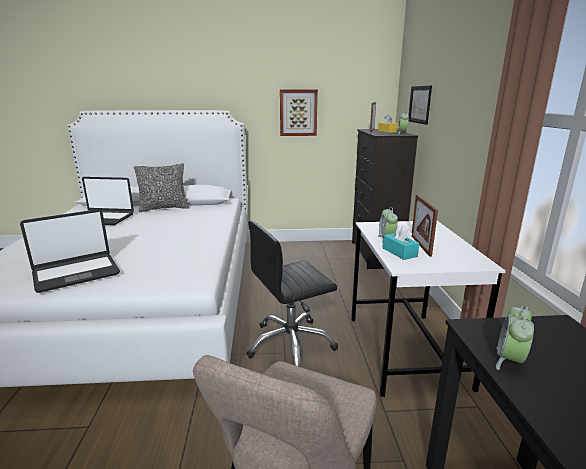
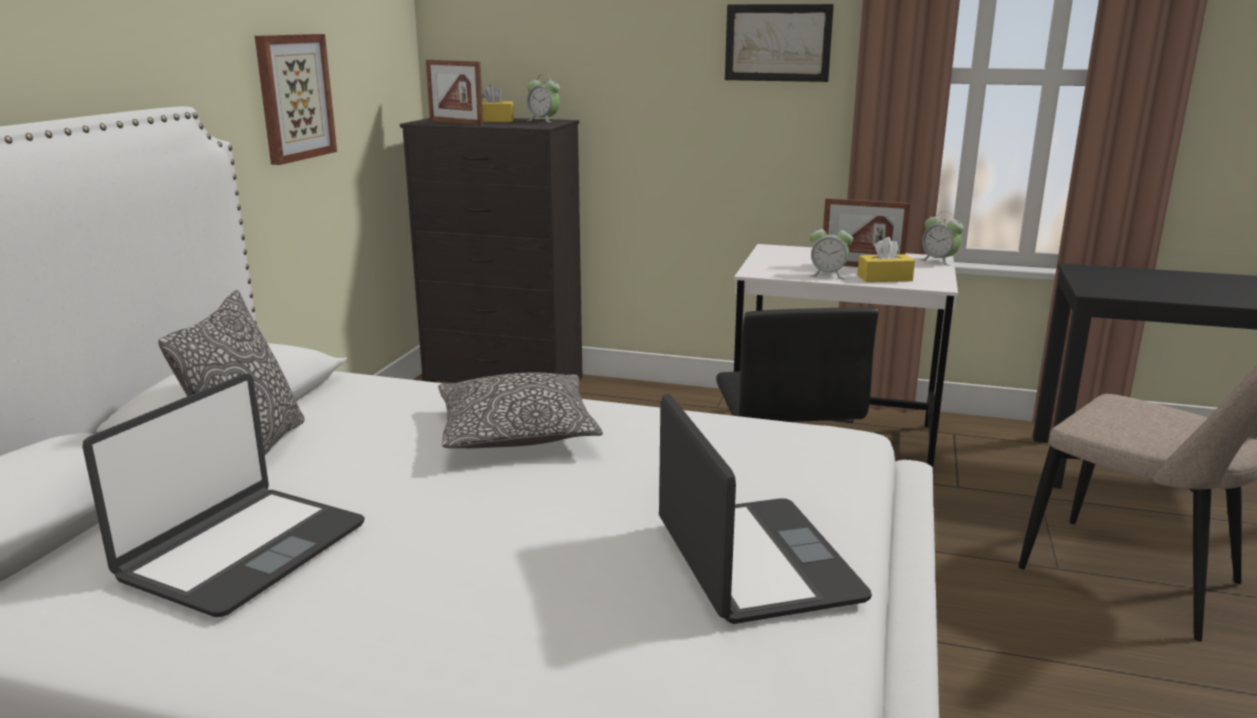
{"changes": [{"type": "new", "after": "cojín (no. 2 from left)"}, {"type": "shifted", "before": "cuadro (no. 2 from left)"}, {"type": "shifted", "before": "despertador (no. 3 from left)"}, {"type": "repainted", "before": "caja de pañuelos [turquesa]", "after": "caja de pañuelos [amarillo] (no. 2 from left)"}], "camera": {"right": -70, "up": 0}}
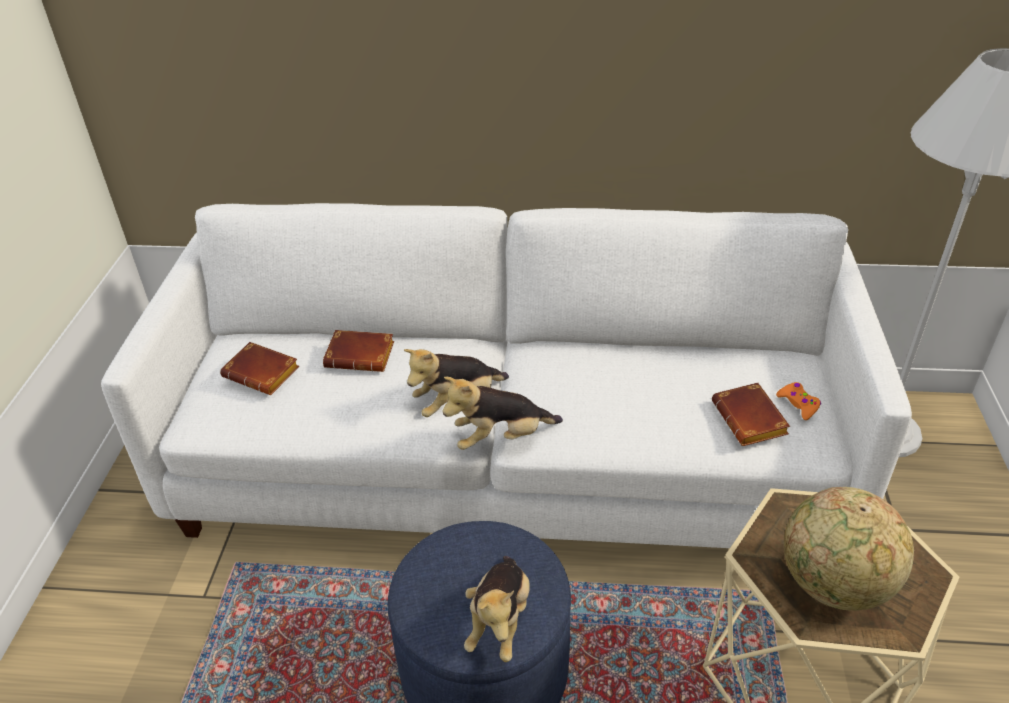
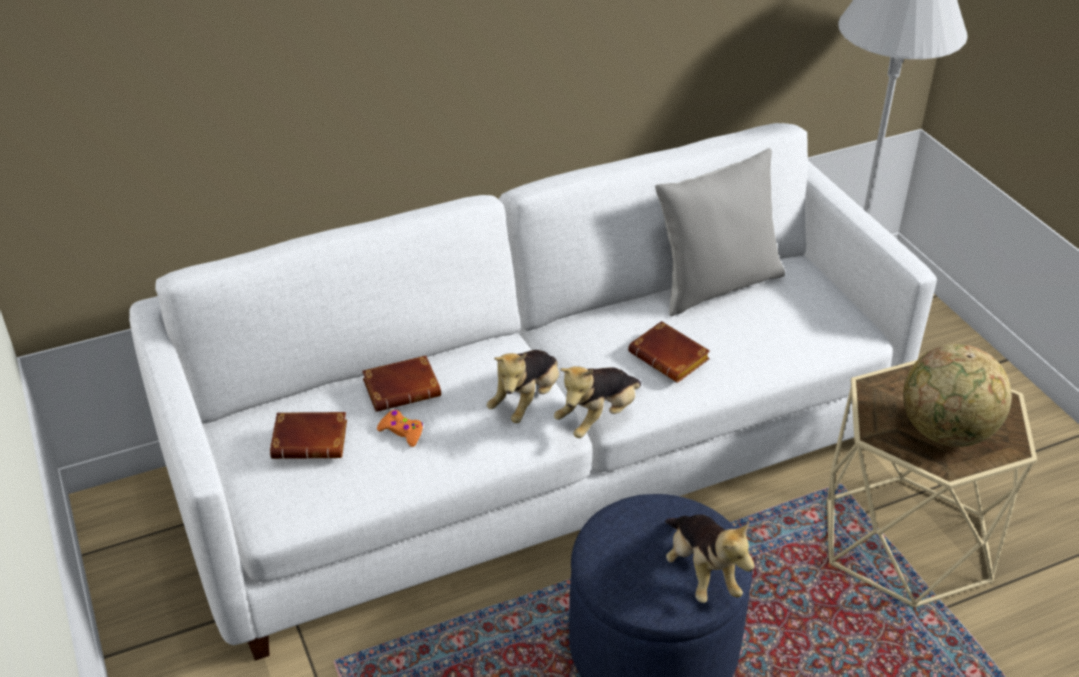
{"changes": [{"type": "new", "after": "cojín [gris]"}, {"type": "shifted", "before": "libro [marrón] (no. 3 from left)"}, {"type": "shifted", "before": "mando de consola [naranja]"}], "camera": {"right": -30, "up": 0}}
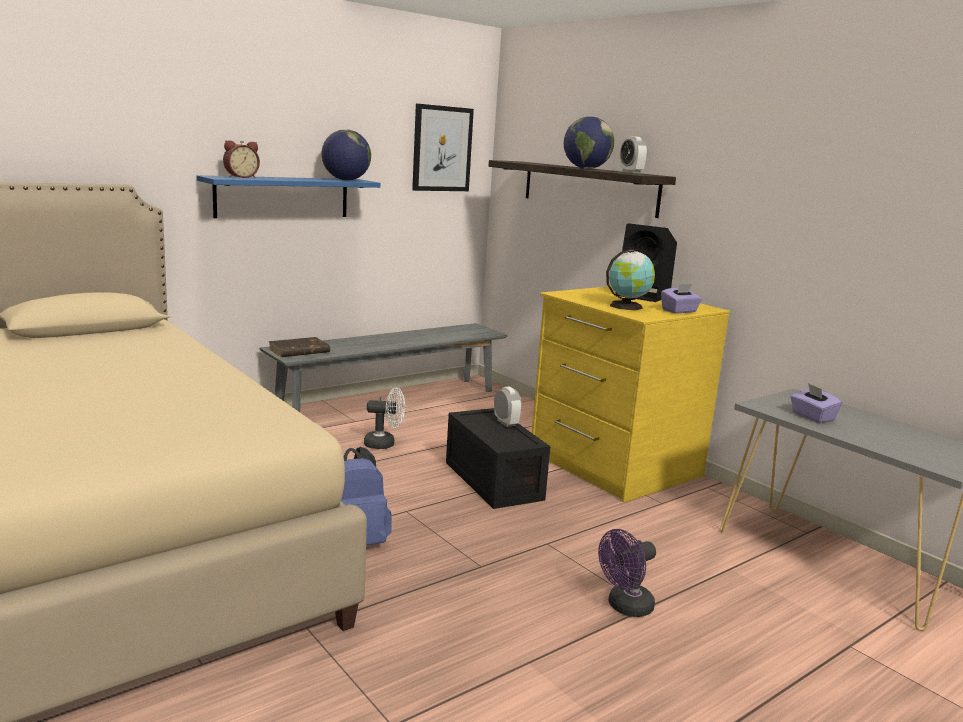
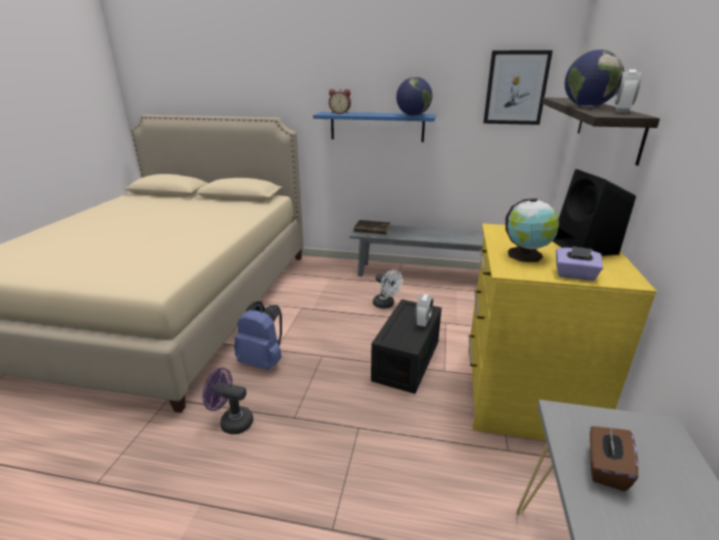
{"changes": [{"type": "shifted", "before": "ventilador [morado]"}, {"type": "repainted", "before": "caja de pañuelos [morado] (no. 2 from left)", "after": "caja de pañuelos [marrón]"}], "camera": {"right": 50, "up": 10}}
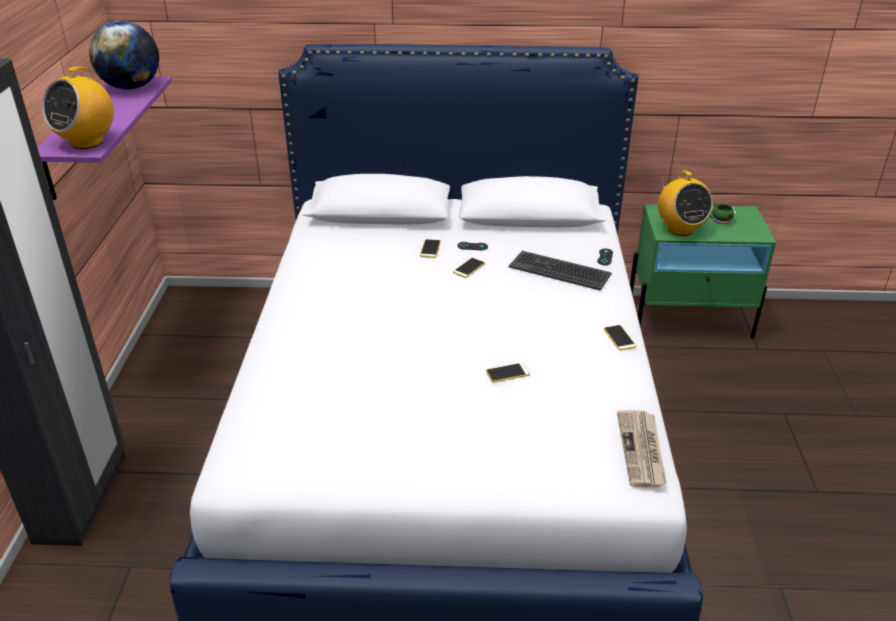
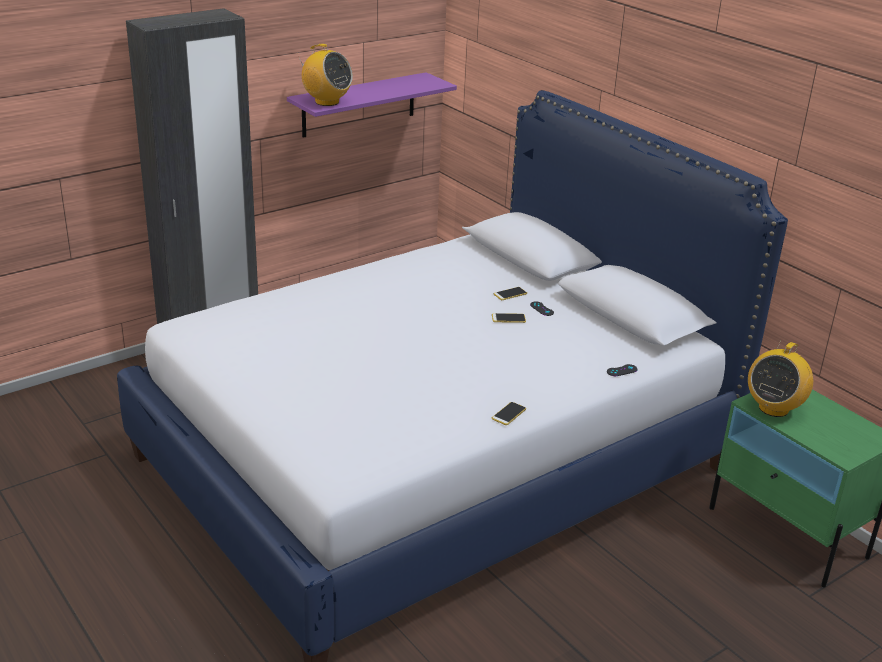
{"changes": [{"type": "gone", "before": "globo terráqueo"}, {"type": "gone", "before": "móvil (no. 3 from left)"}, {"type": "gone", "before": "teclado"}, {"type": "gone", "before": "periódico"}, {"type": "gone", "before": "taza grande [verde]"}, {"type": "rotated", "before": "radio (no. 1 from left)", "turn": -135}], "camera": {"right": 50, "up": -5}}
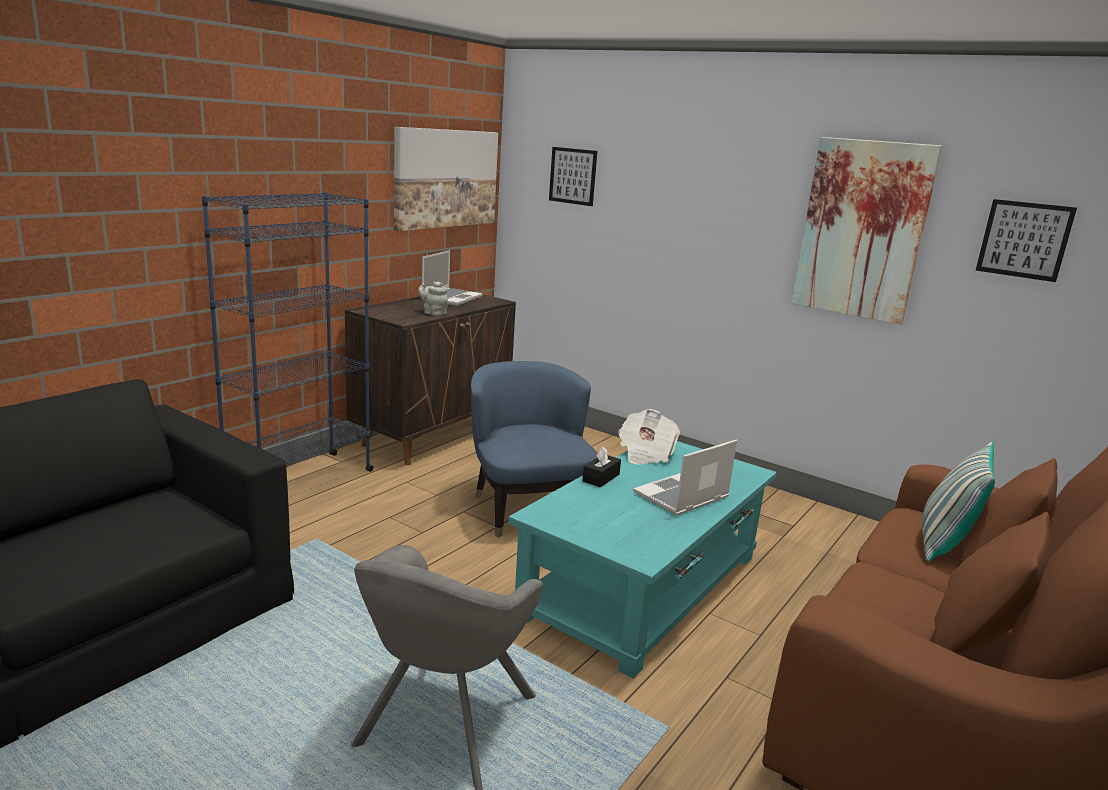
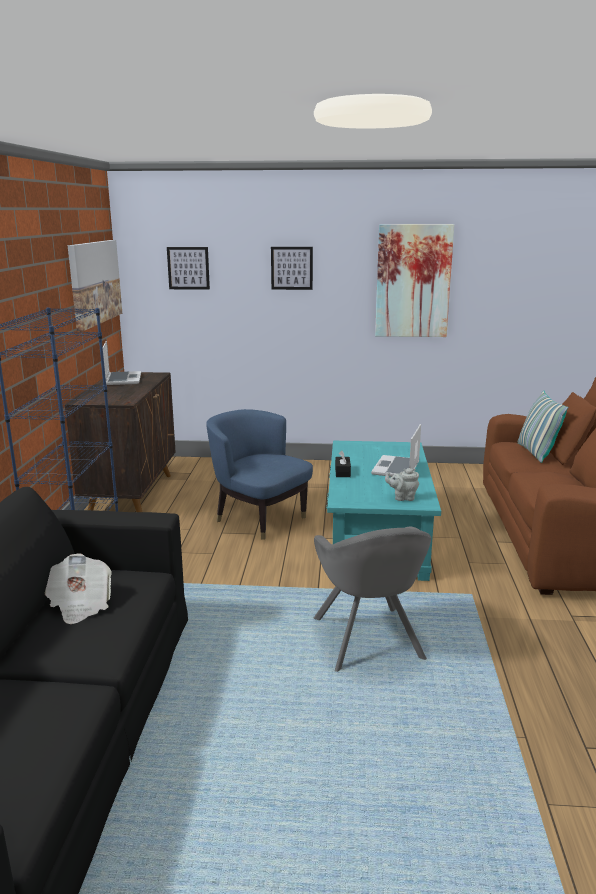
{"changes": [{"type": "shifted", "before": "tetera [gris]"}, {"type": "shifted", "before": "periódico"}, {"type": "shifted", "before": "cuadro (no. 4 from left in the first image)", "after": "cuadro (no. 3 from left)"}], "camera": {"right": -30, "up": 0}}
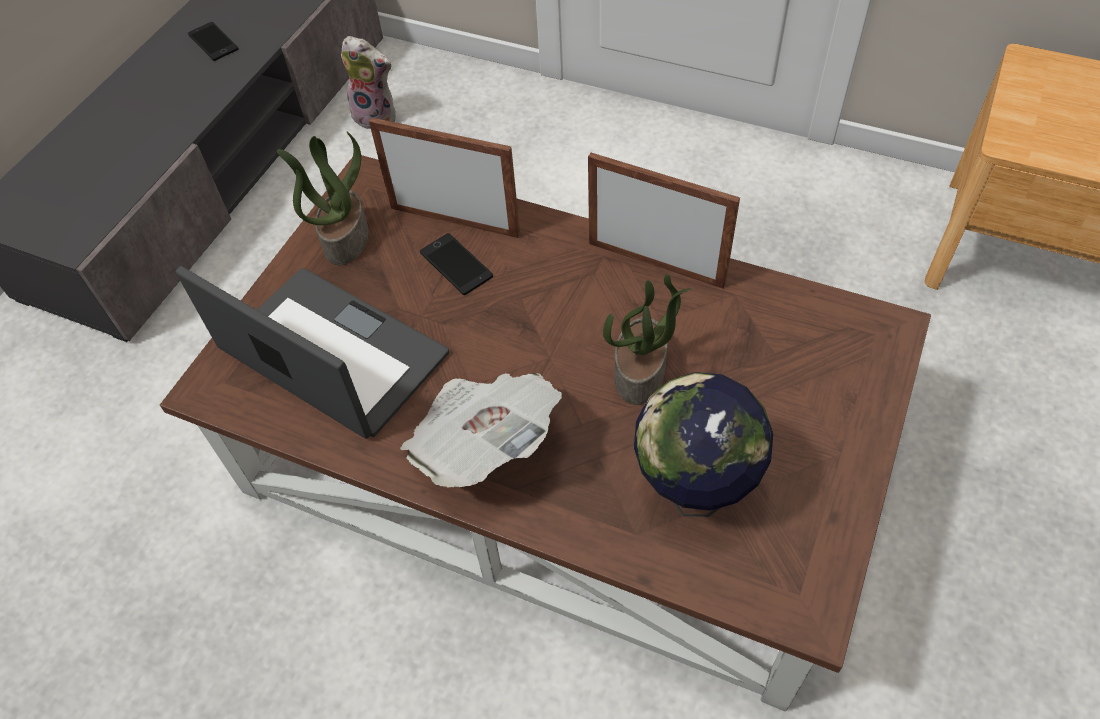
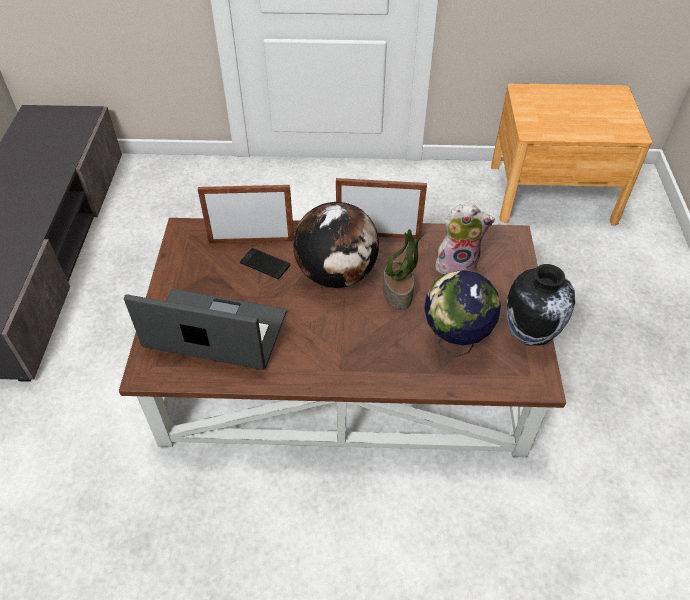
{"changes": [{"type": "gone", "before": "móvil (no. 1 from left)"}, {"type": "gone", "before": "planta en maceta (no. 1 from left)"}, {"type": "gone", "before": "periódico"}, {"type": "new", "after": "globo terráqueo (no. 1 from left)"}, {"type": "new", "after": "florero"}, {"type": "shifted", "before": "peluche"}], "camera": {"right": -25, "up": -5}}
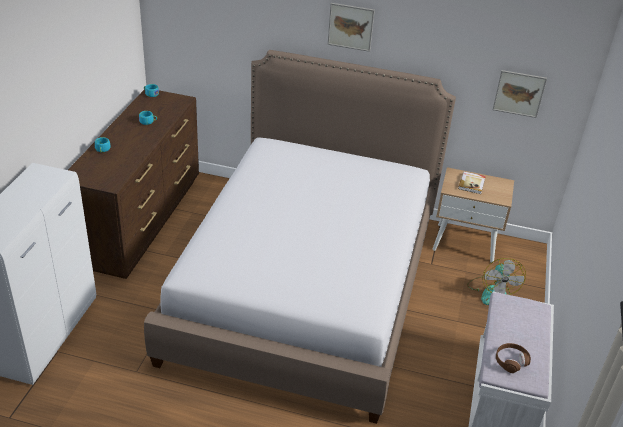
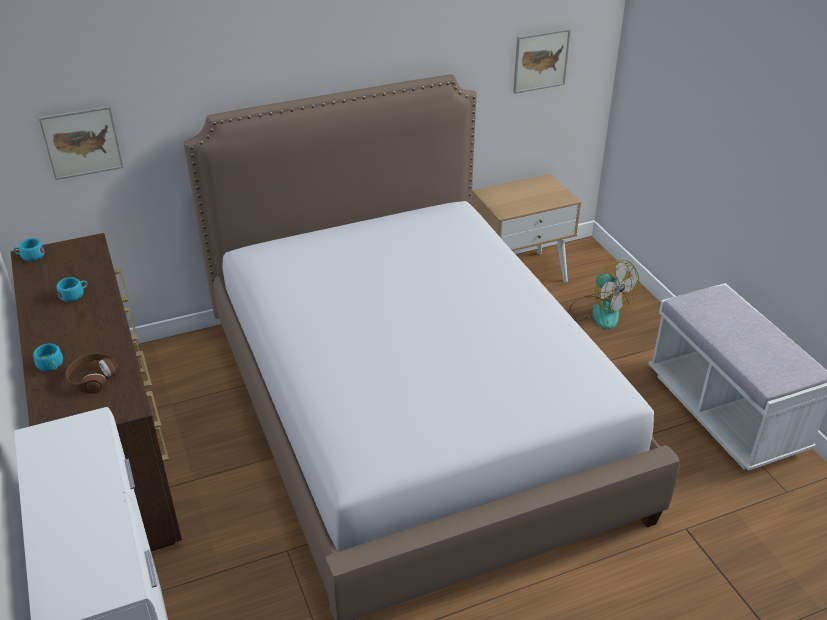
{"changes": [{"type": "gone", "before": "libro"}, {"type": "shifted", "before": "cuadro (no. 1 from left)"}, {"type": "shifted", "before": "auriculares [marrón]"}], "camera": {"right": -35, "up": 0}}
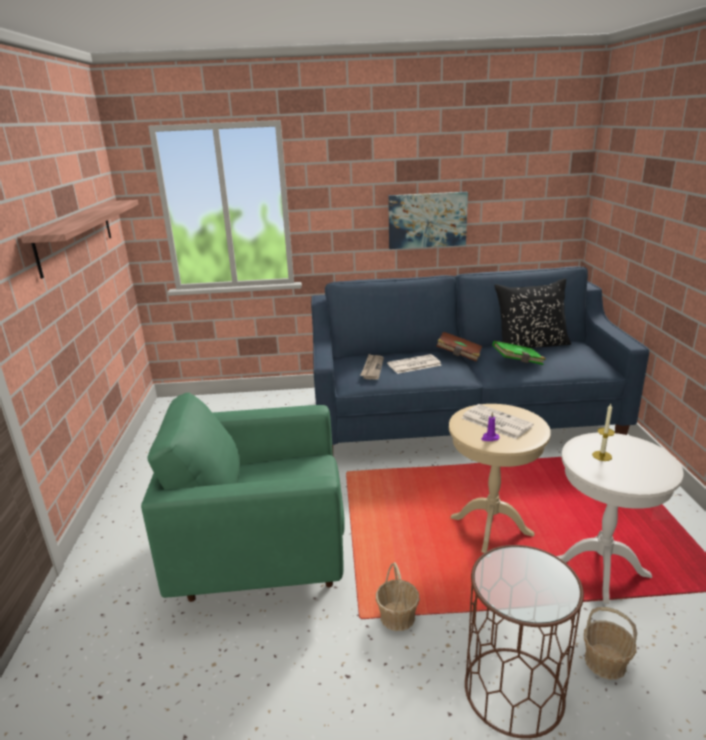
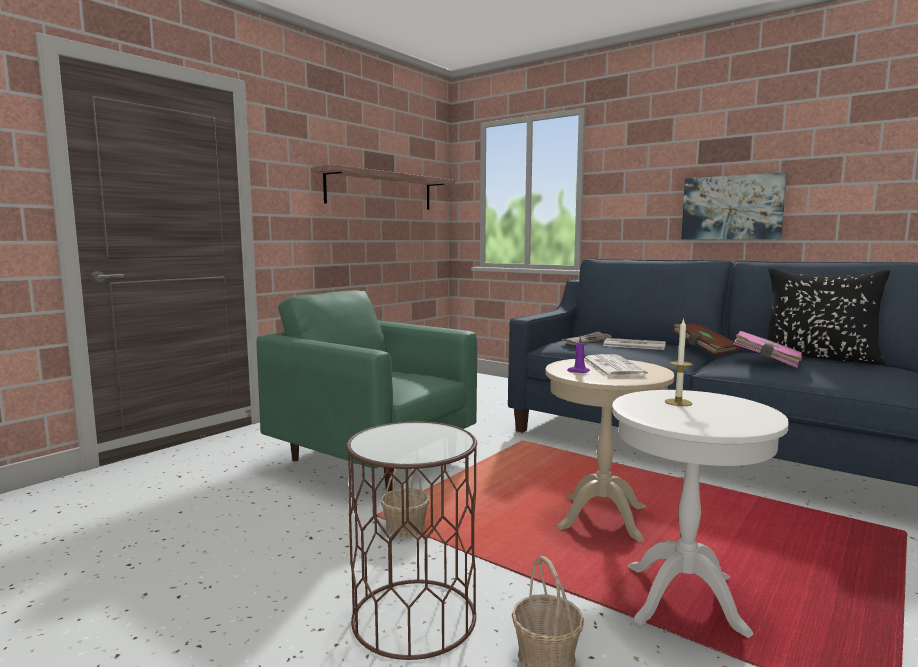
{"changes": [{"type": "repainted", "before": "libro [verde]", "after": "libro [rosa]"}], "camera": {"right": 40, "up": -15}}
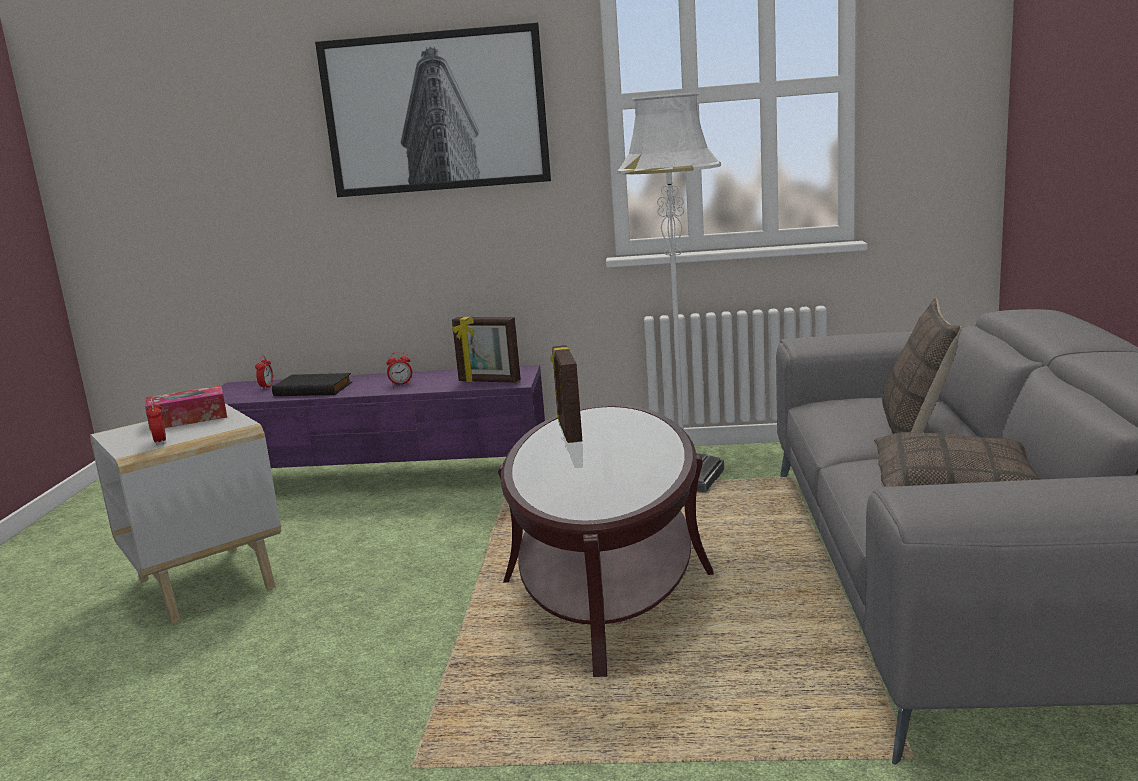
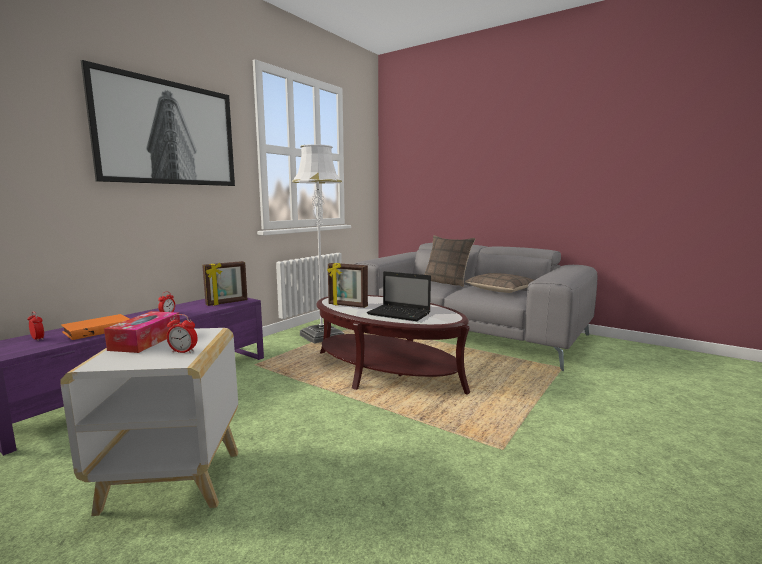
{"changes": [{"type": "new", "after": "portátil"}, {"type": "repainted", "before": "libro [negro]", "after": "libro [naranja]"}], "camera": {"right": -60, "up": -5}}
